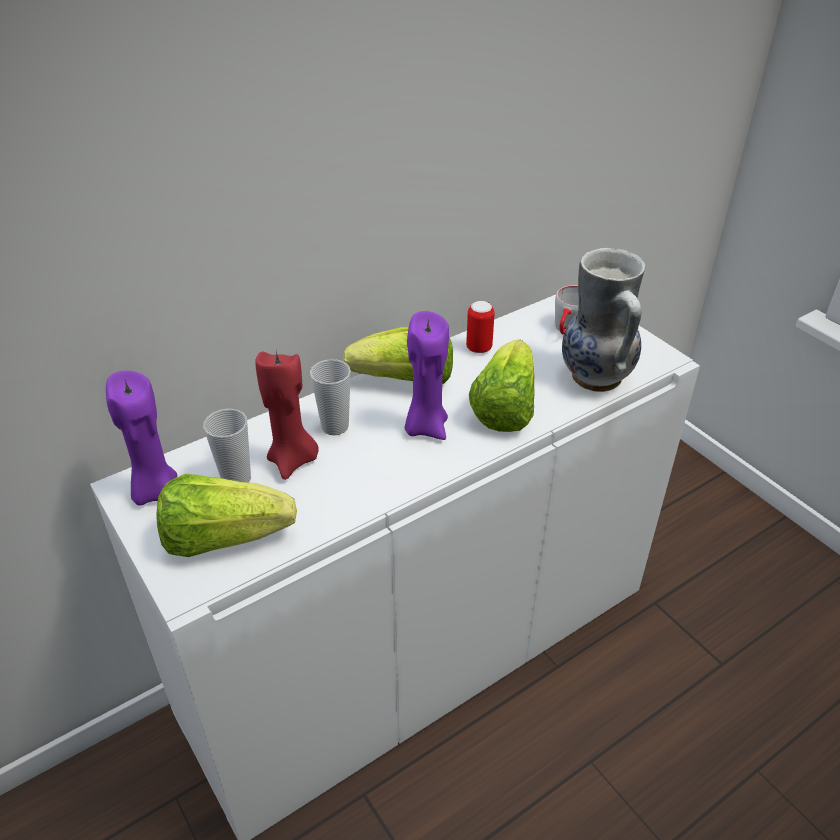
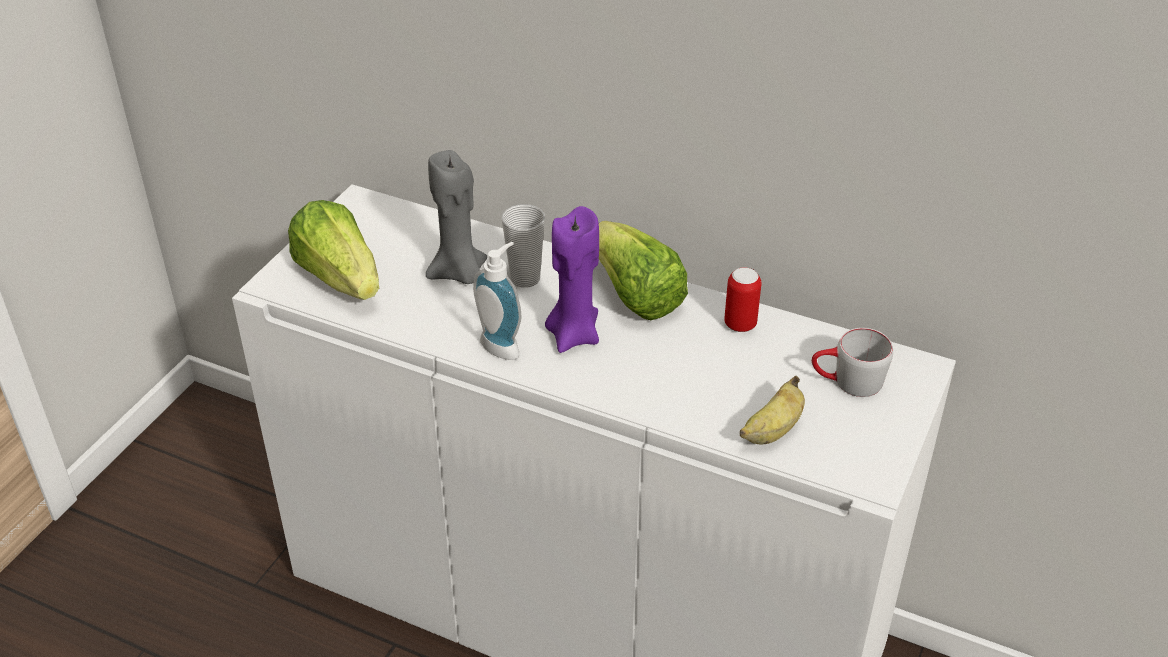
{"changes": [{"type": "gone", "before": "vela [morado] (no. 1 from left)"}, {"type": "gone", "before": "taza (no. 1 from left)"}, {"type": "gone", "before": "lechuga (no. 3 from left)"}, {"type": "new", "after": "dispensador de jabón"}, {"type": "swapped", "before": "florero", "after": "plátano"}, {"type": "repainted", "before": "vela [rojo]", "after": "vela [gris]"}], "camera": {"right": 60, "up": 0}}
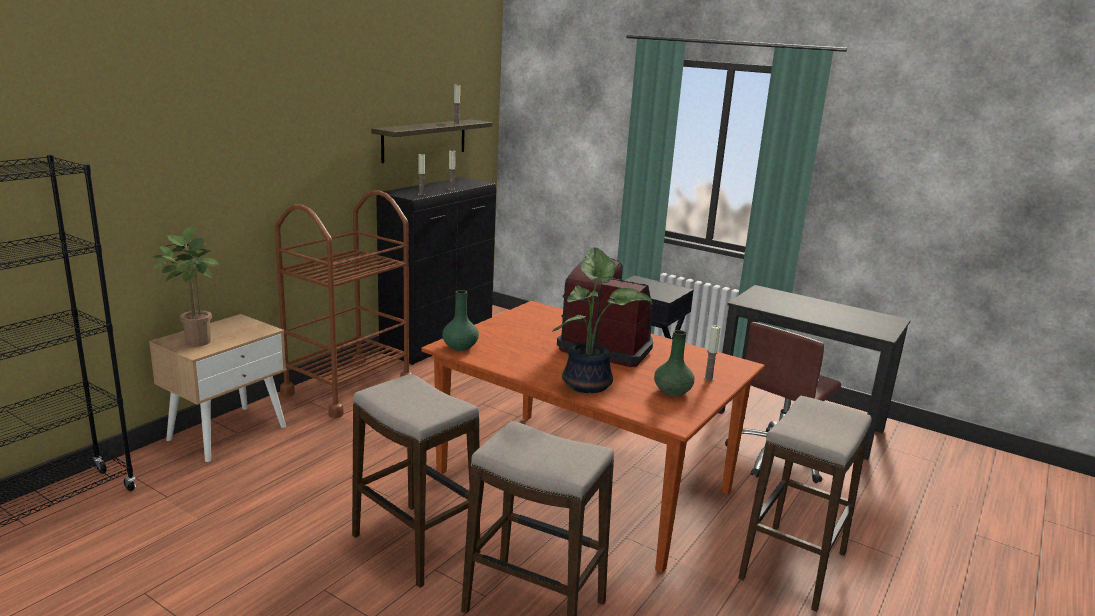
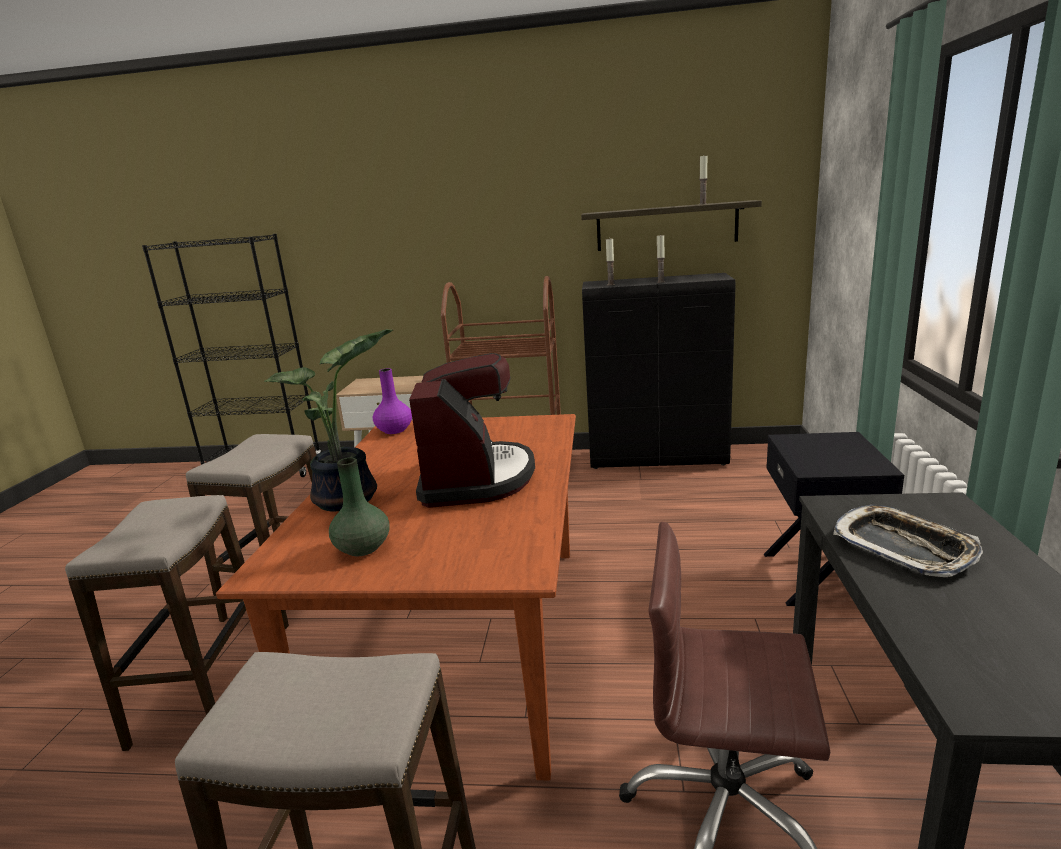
{"changes": [{"type": "gone", "before": "planta en maceta (no. 1 from left)"}, {"type": "gone", "before": "vela (no. 4 from left)"}, {"type": "new", "after": "bandeja"}, {"type": "repainted", "before": "florero [verde] (no. 1 from left)", "after": "florero [morado]"}], "camera": {"right": 65, "up": 0}}
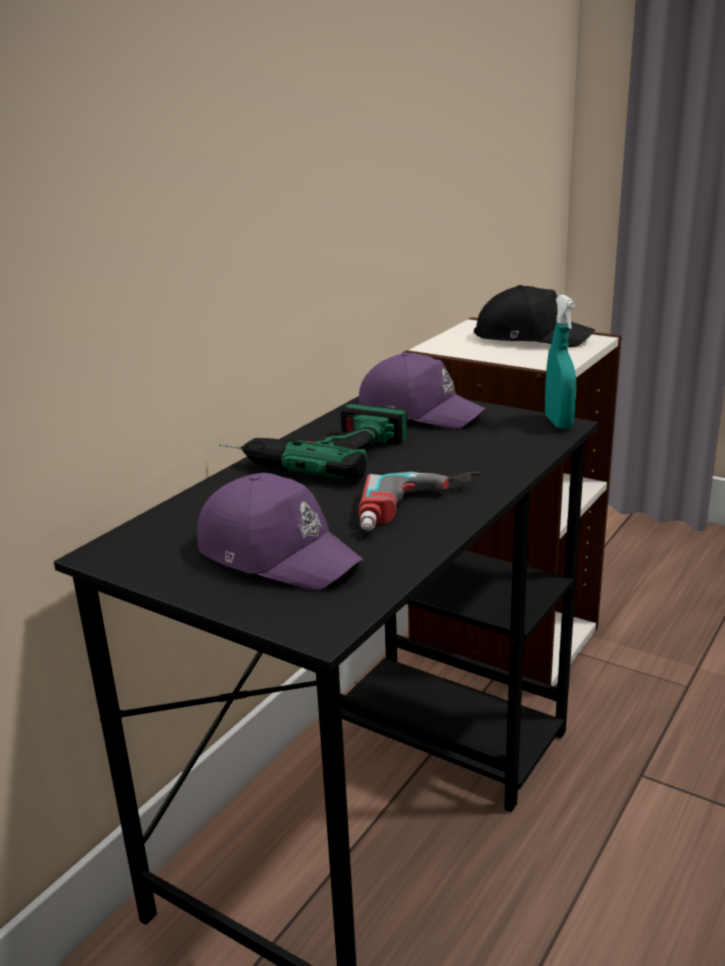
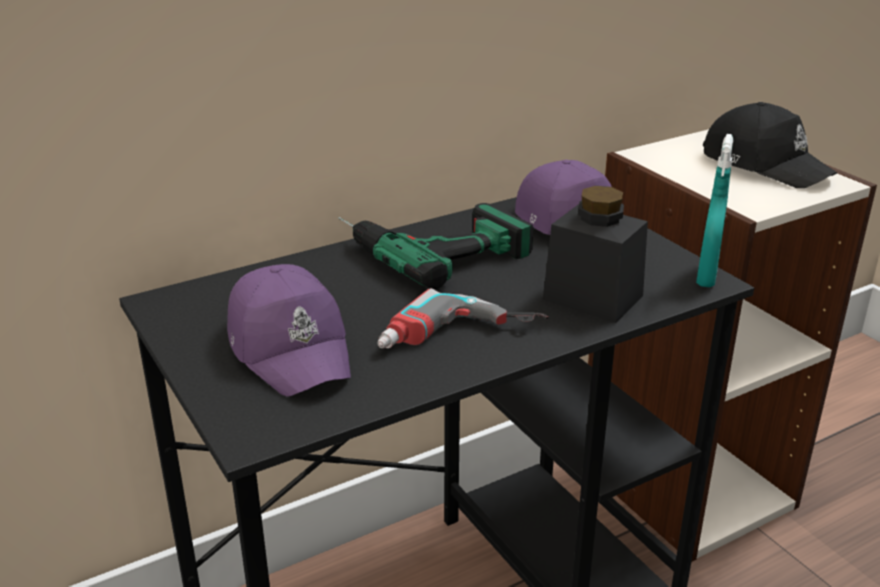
{"changes": [{"type": "new", "after": "tarro [negro]"}], "camera": {"right": 25, "up": 5}}
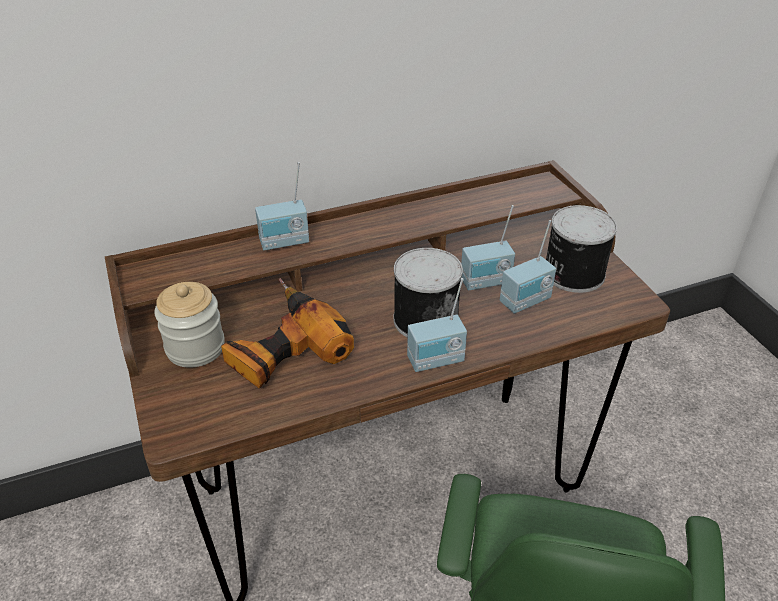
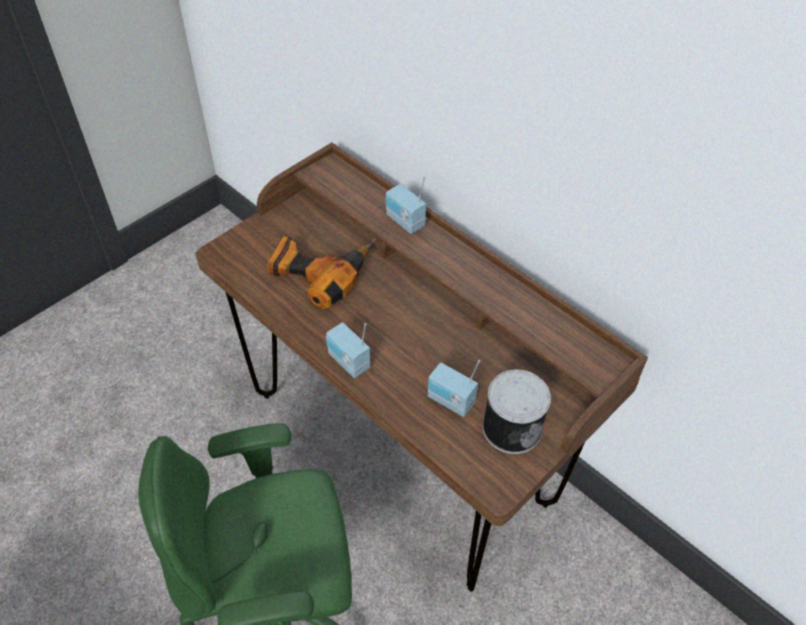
{"changes": [{"type": "gone", "before": "tarro"}, {"type": "gone", "before": "lata (no. 1 from left)"}, {"type": "gone", "before": "radio (no. 3 from left)"}], "camera": {"right": 65, "up": 10}}
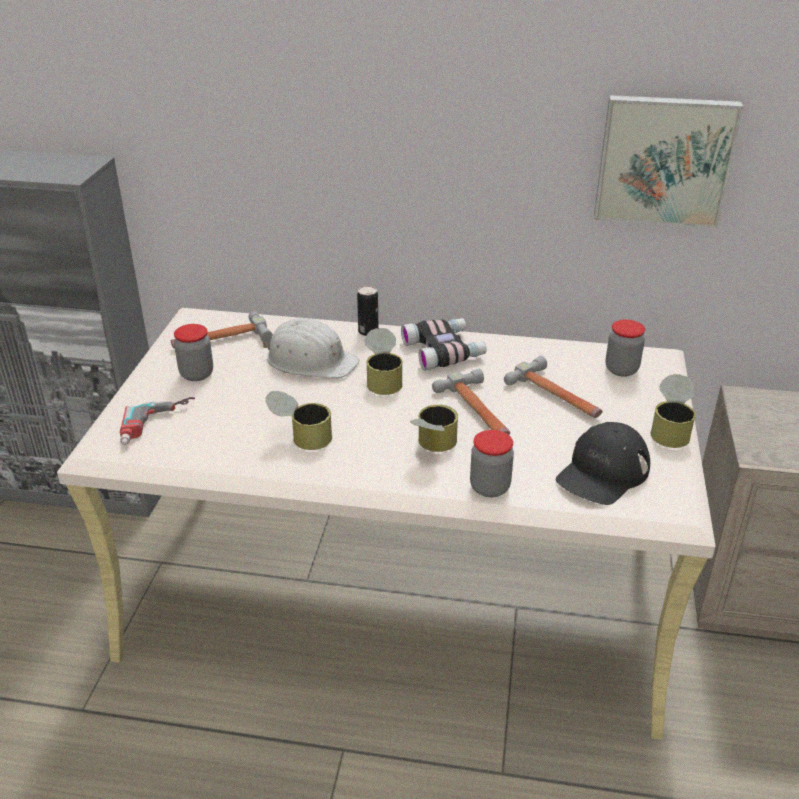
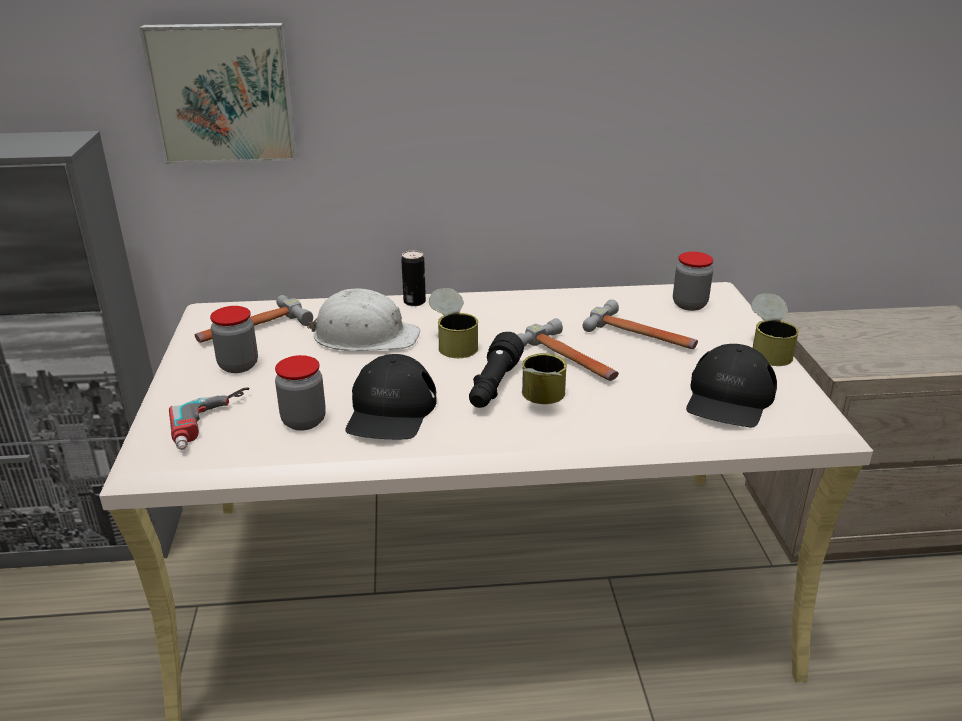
{"changes": [{"type": "gone", "before": "prismáticos"}, {"type": "new", "after": "linterna [negro]"}, {"type": "shifted", "before": "tarro (no. 2 from left)"}, {"type": "shifted", "before": "cuadro"}, {"type": "swapped", "before": "lata (no. 1 from left)", "after": "gorra [negro] (no. 1 from left)"}], "camera": {"right": -15, "up": -5}}
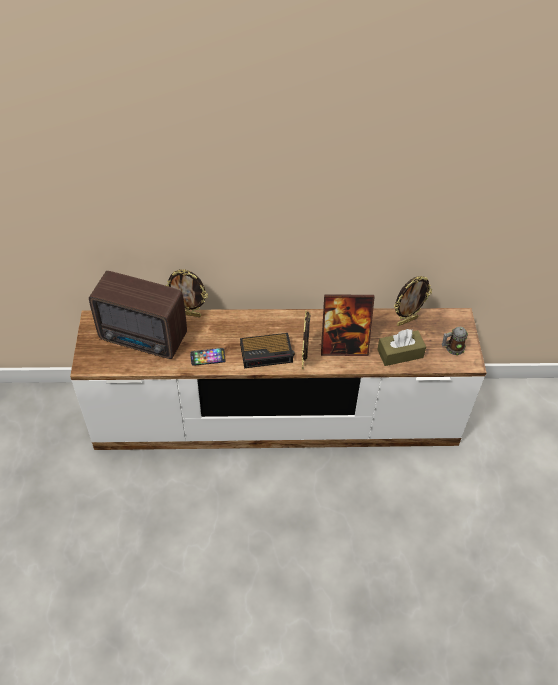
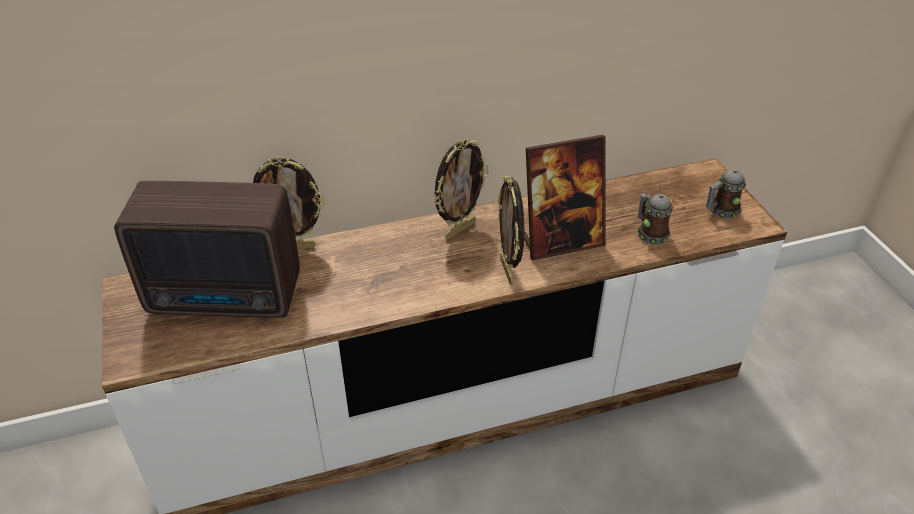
{"changes": [{"type": "gone", "before": "móvil"}, {"type": "gone", "before": "despertador"}, {"type": "shifted", "before": "portarretratos (no. 4 from left in the first image)", "after": "portarretratos (no. 2 from left)"}, {"type": "swapped", "before": "caja de pañuelos [marrón]", "after": "taza grande (no. 1 from left)"}], "camera": {"right": -15, "up": -10}}
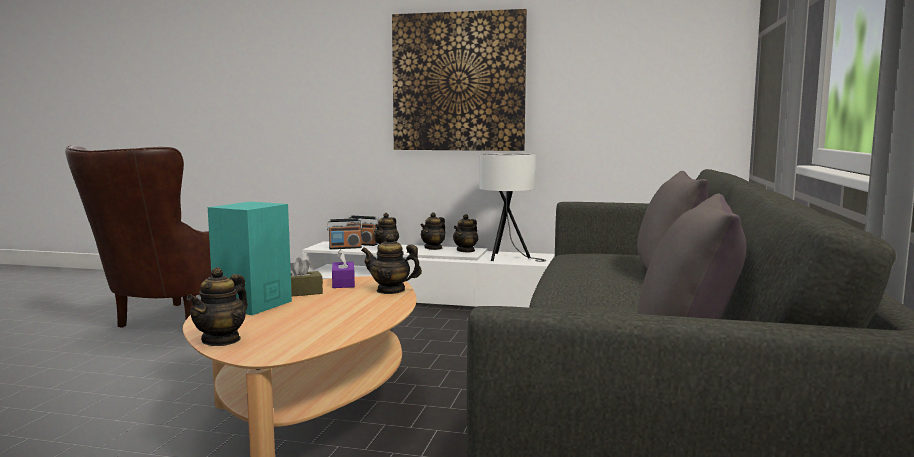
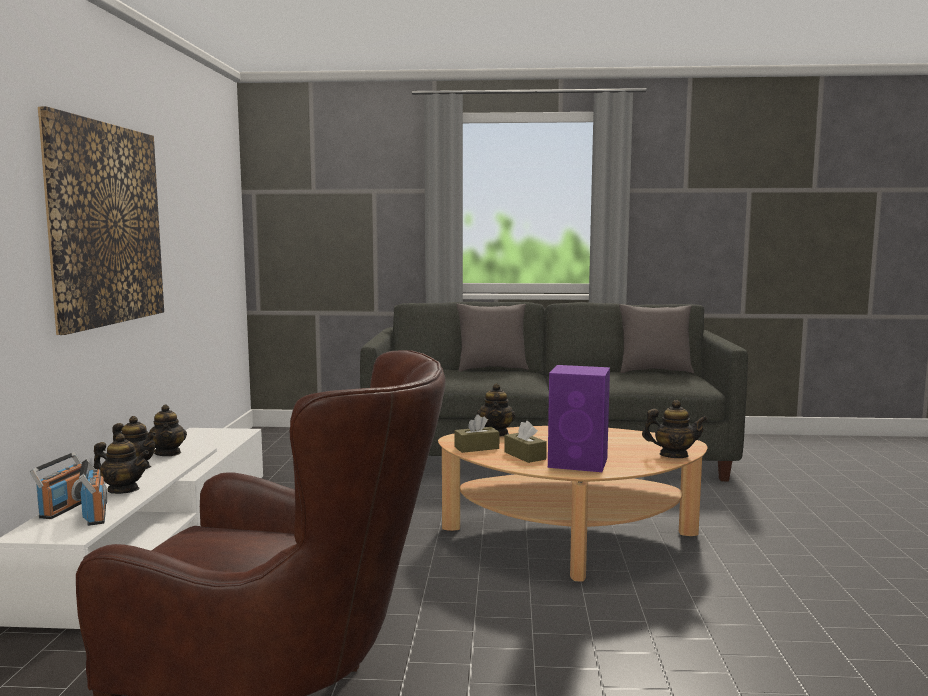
{"changes": [{"type": "gone", "before": "lámpara de mesa [blanco]"}, {"type": "repainted", "before": "altavoz [turquesa]", "after": "altavoz [morado]"}, {"type": "repainted", "before": "caja de pañuelos [morado]", "after": "caja de pañuelos [marrón] (no. 1 from left)"}, {"type": "rotated", "before": "tetera (no. 5 from left in the first image)", "turn": 45}], "camera": {"right": -100, "up": 0}}
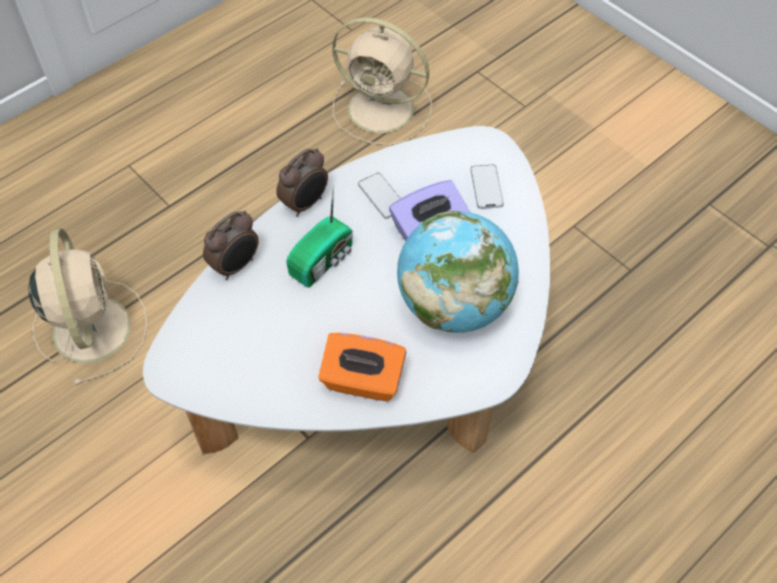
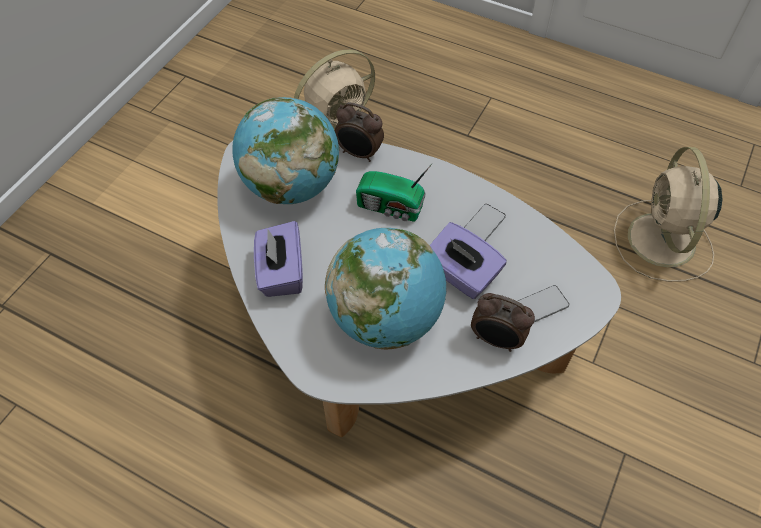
{"changes": [{"type": "new", "after": "globo terráqueo (no. 1 from left)"}, {"type": "shifted", "before": "despertador (no. 2 from left)"}, {"type": "repainted", "before": "caja de pañuelos [naranja]", "after": "caja de pañuelos [morado] (no. 1 from left)"}], "camera": {"right": 70, "up": 0}}
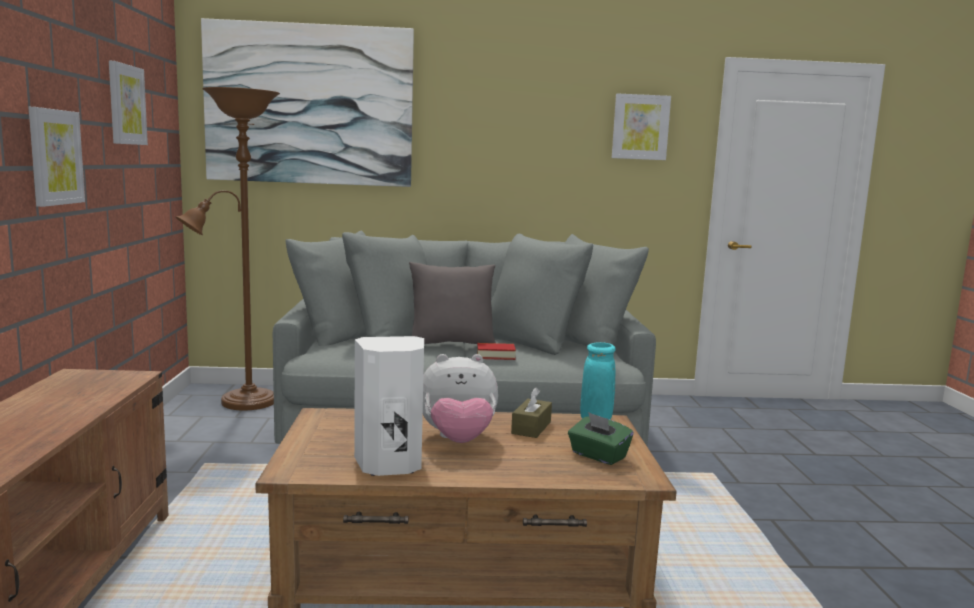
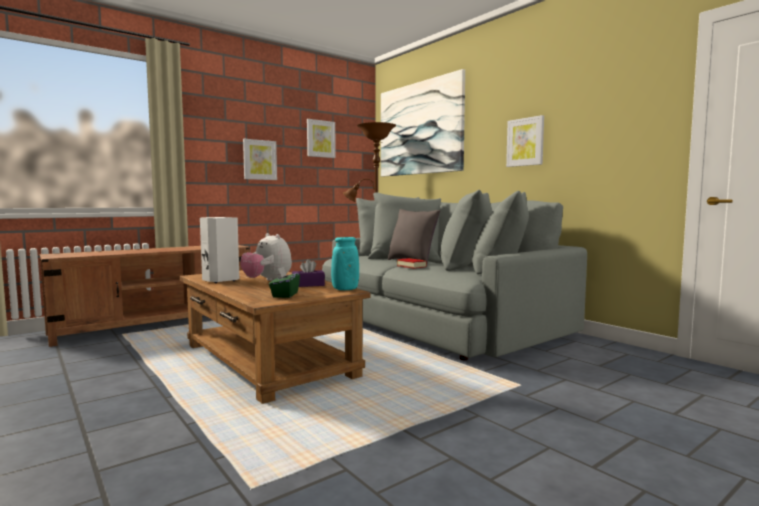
{"changes": [{"type": "shifted", "before": "cuadro (no. 4 from left)"}, {"type": "repainted", "before": "caja de pañuelos [marrón]", "after": "caja de pañuelos [morado]"}], "camera": {"right": 55, "up": -5}}
